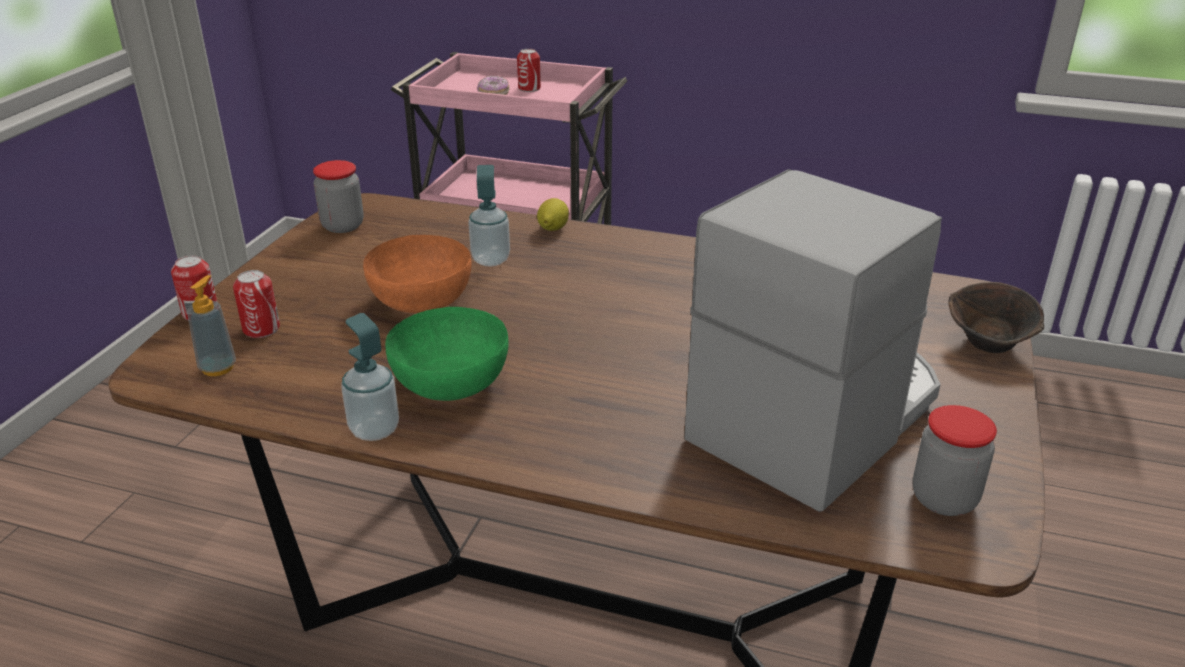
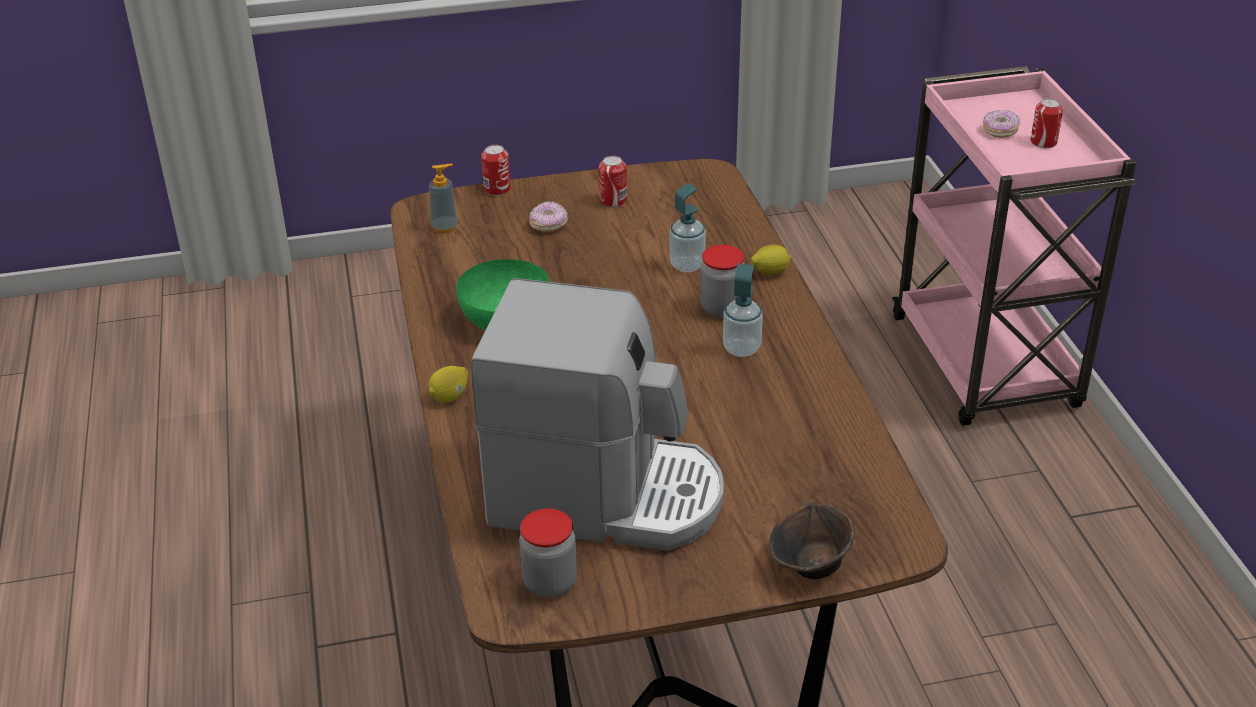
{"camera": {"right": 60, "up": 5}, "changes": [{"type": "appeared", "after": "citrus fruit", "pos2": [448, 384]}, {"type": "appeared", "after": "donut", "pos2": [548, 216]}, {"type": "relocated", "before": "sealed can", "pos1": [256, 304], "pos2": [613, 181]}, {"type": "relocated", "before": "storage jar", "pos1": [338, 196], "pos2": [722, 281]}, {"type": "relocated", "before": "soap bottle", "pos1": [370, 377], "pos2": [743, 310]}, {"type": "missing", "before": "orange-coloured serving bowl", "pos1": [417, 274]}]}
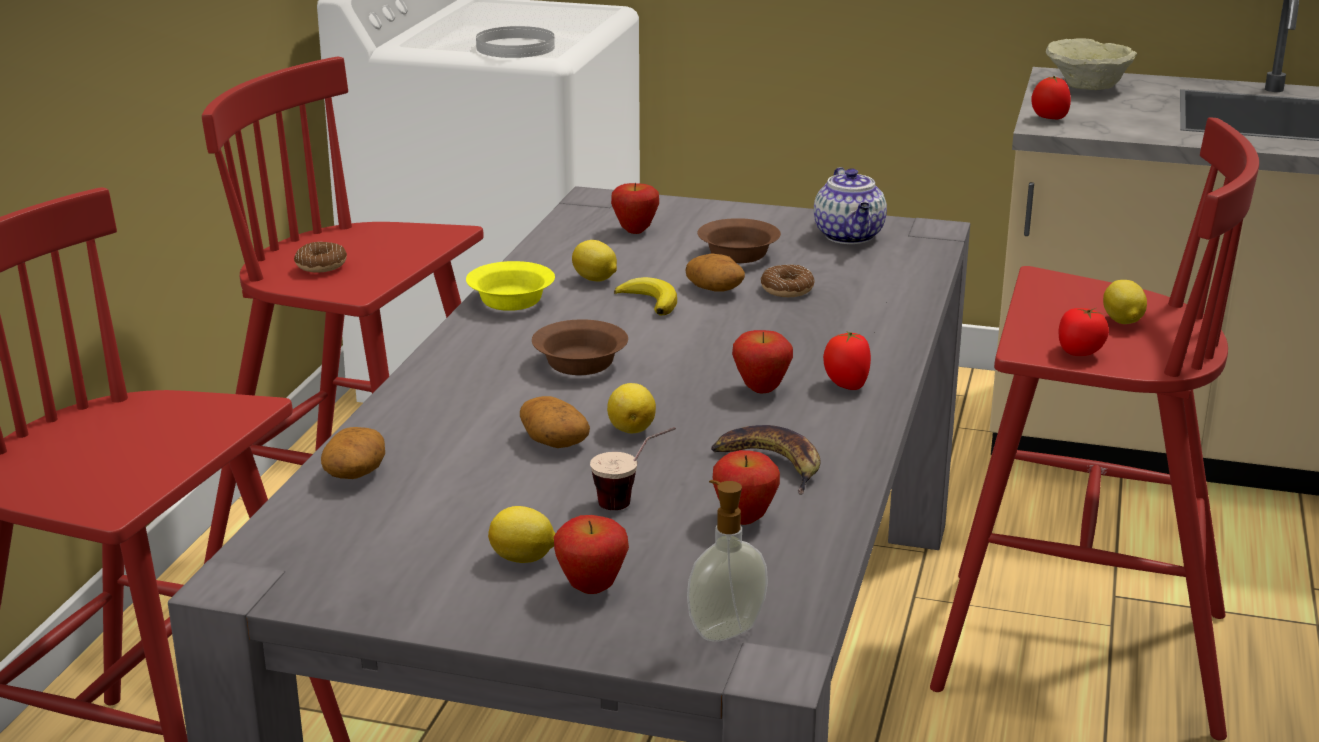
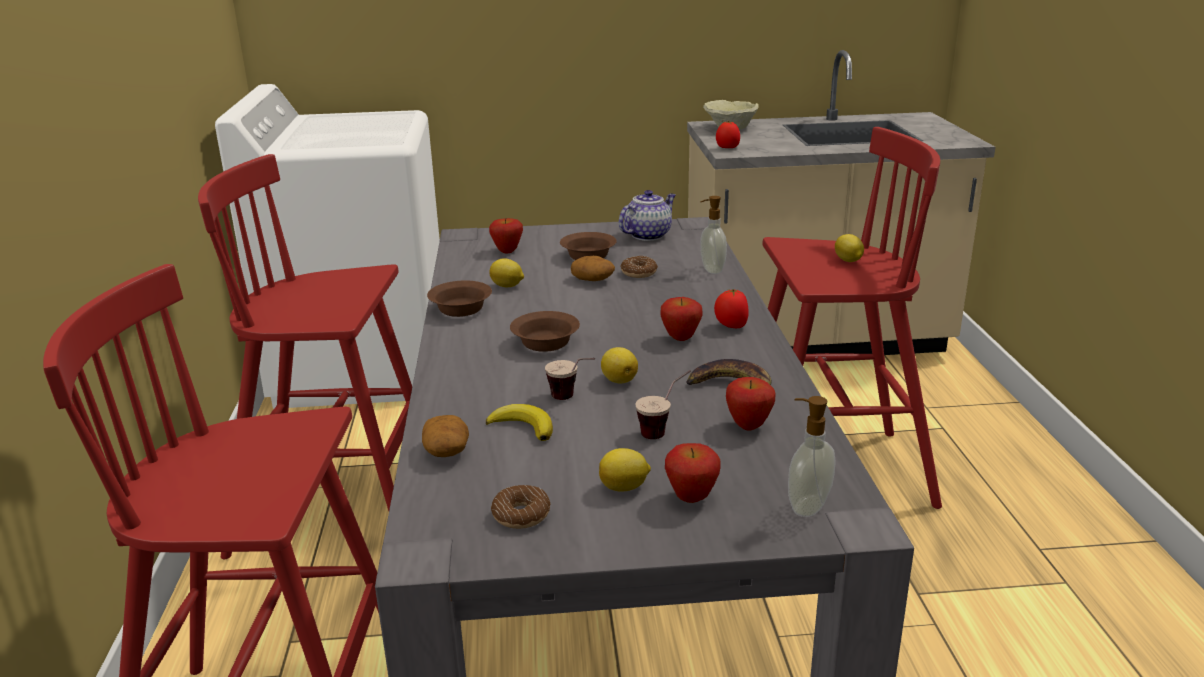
{"camera": {"right": -20, "up": 0}, "changes": [{"type": "colour", "before": "yellowish serving bowl", "after": "brownish serving bowl", "pos1": [510, 286], "pos2": [459, 298]}, {"type": "relocated", "before": "banana fruit", "pos1": [645, 296], "pos2": [519, 422]}, {"type": "relocated", "before": "donut", "pos1": [320, 257], "pos2": [521, 507]}, {"type": "exchanged", "before": "whole potato", "after": "cup", "pos1": [555, 422], "pos2": [570, 379]}, {"type": "spun", "before": "pot for tea", "pos1": [850, 205], "pos2": [647, 215], "turn": -105}, {"type": "appeared", "after": "soap bottle", "pos2": [713, 235]}, {"type": "missing", "before": "white flat dish", "pos1": [515, 42]}, {"type": "missing", "before": "whole tomato", "pos1": [1083, 332]}]}
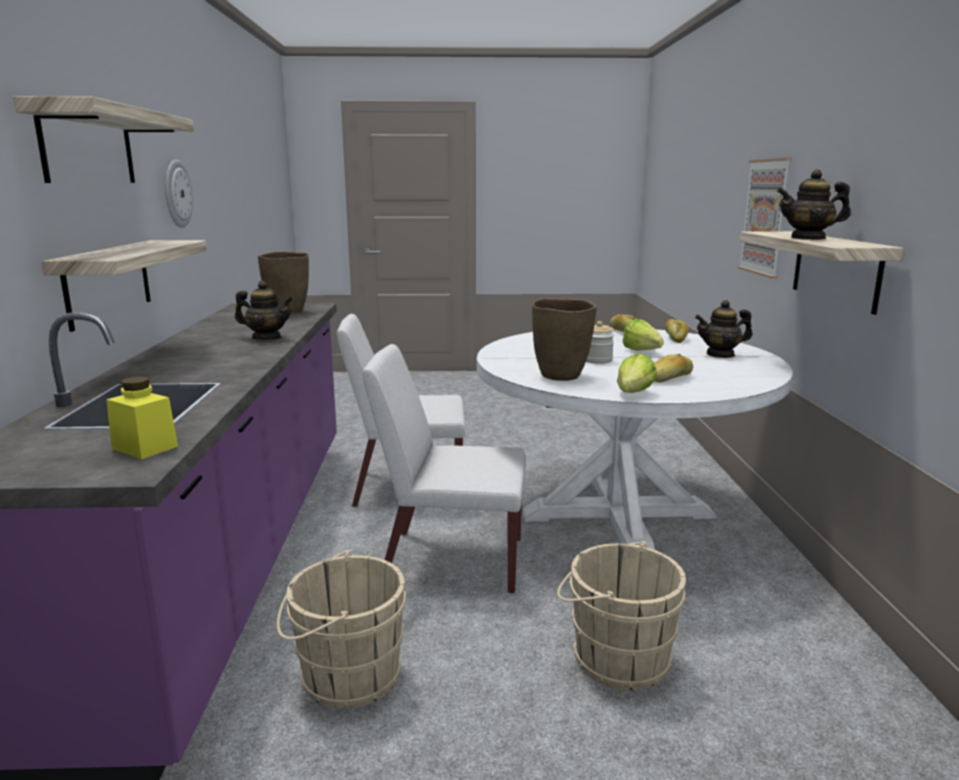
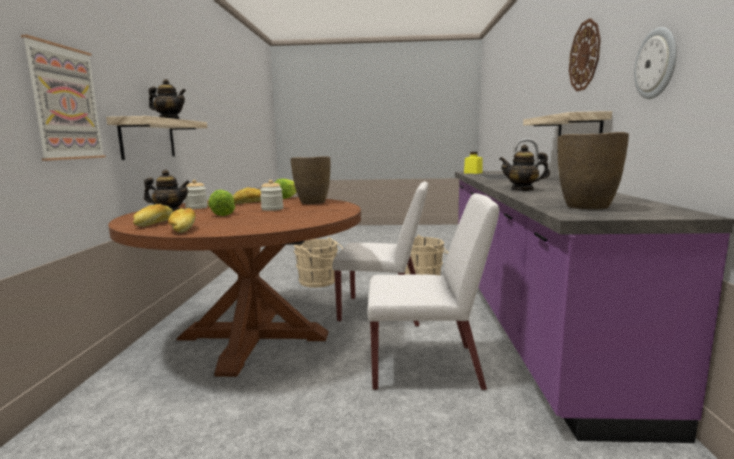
{"camera": {"right": -175, "up": -5}, "changes": [{"type": "colour", "before": "white dining table", "after": "brownish dining table", "pos1": [635, 438], "pos2": [234, 287]}, {"type": "appeared", "after": "storage jar", "pos2": [196, 194]}, {"type": "exchanged", "before": "shelf", "after": "clock on the wall", "pos1": [103, 139], "pos2": [585, 54]}]}
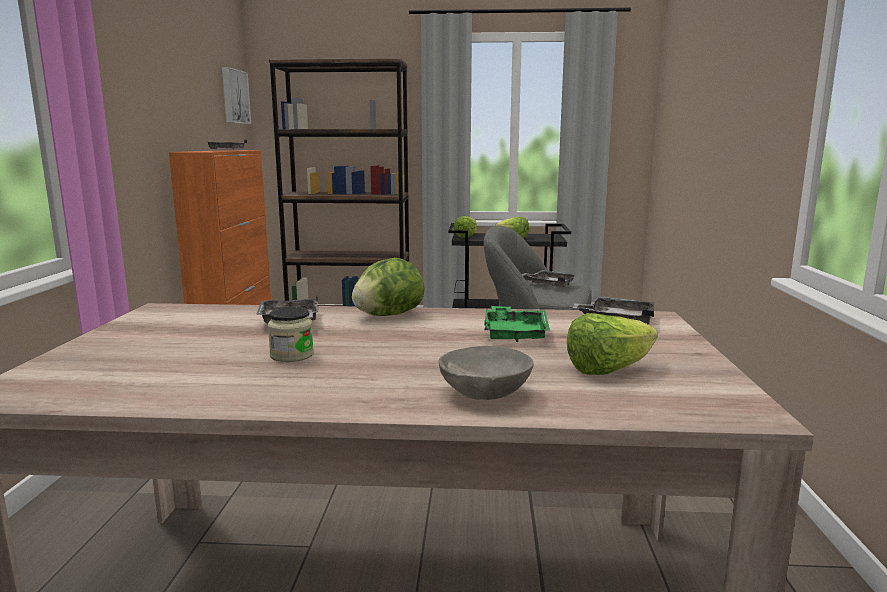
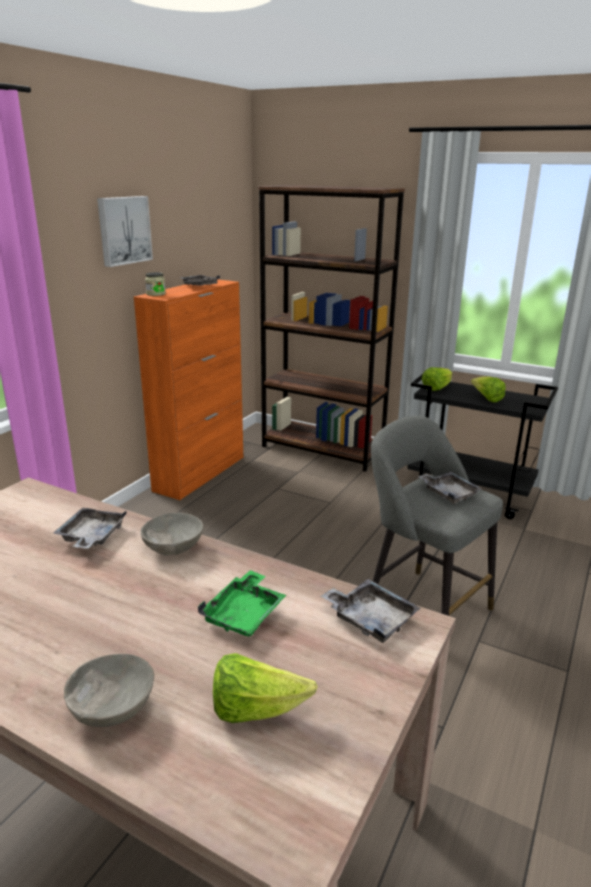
{"camera": {"right": 25, "up": 10}, "changes": [{"type": "relocated", "before": "wall picture", "pos1": [236, 95], "pos2": [125, 231]}, {"type": "exchanged", "before": "lettuce", "after": "greyish serving bowl", "pos1": [388, 287], "pos2": [172, 534]}, {"type": "relocated", "before": "storage jar", "pos1": [291, 334], "pos2": [155, 284]}]}
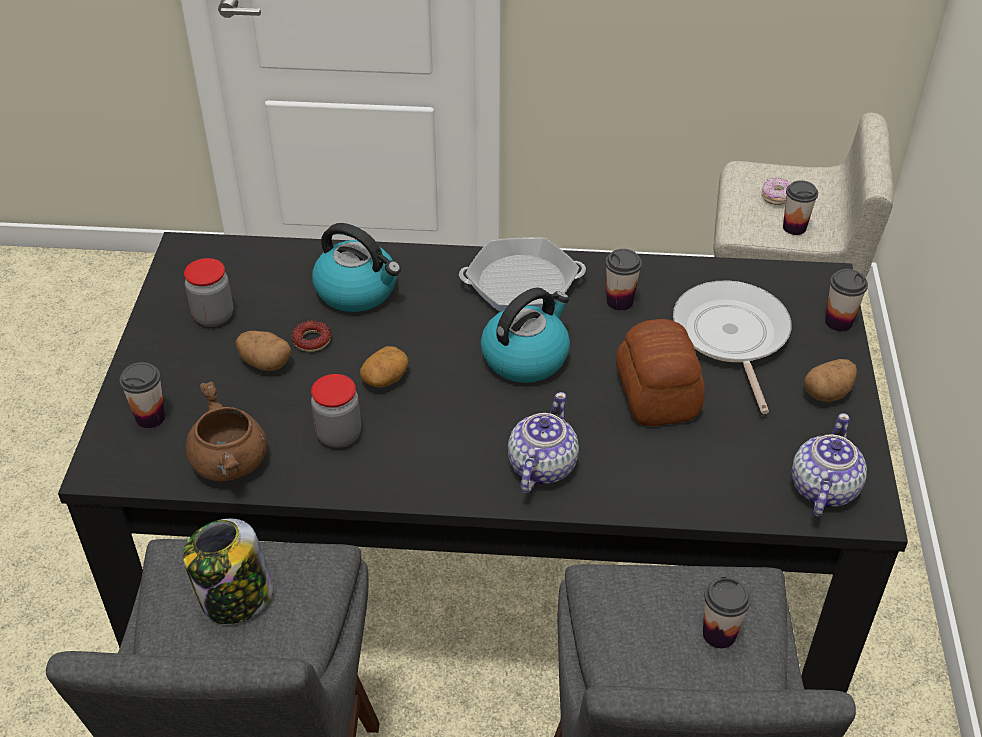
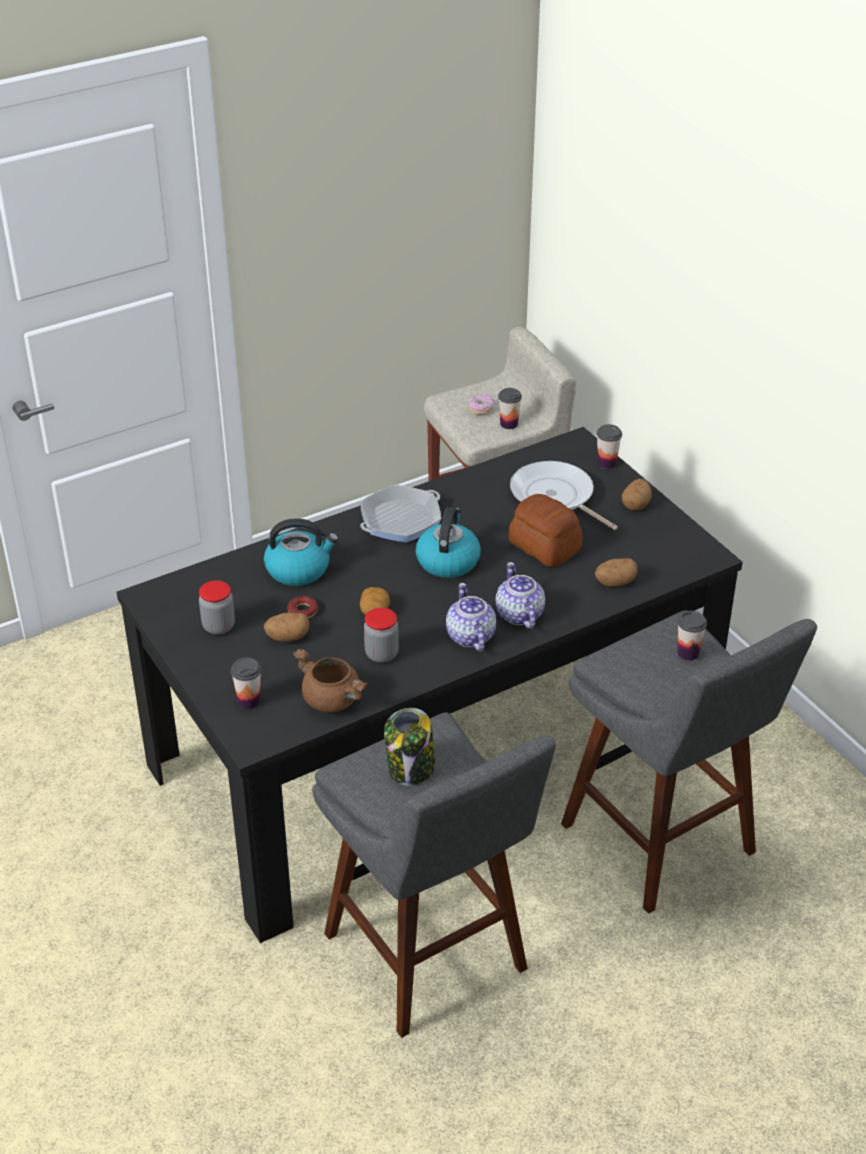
{"camera": {"right": -35, "up": -5}, "changes": [{"type": "relocated", "before": "pot for tea", "pos1": [829, 464], "pos2": [471, 617]}, {"type": "appeared", "after": "whole potato", "pos2": [616, 572]}, {"type": "missing", "before": "cup", "pos1": [623, 280]}]}
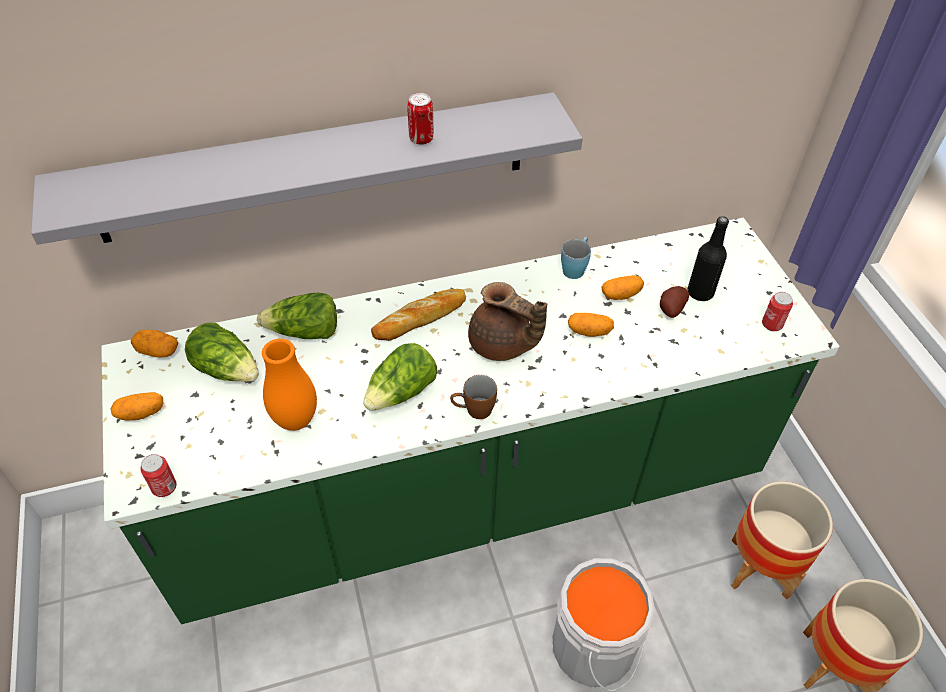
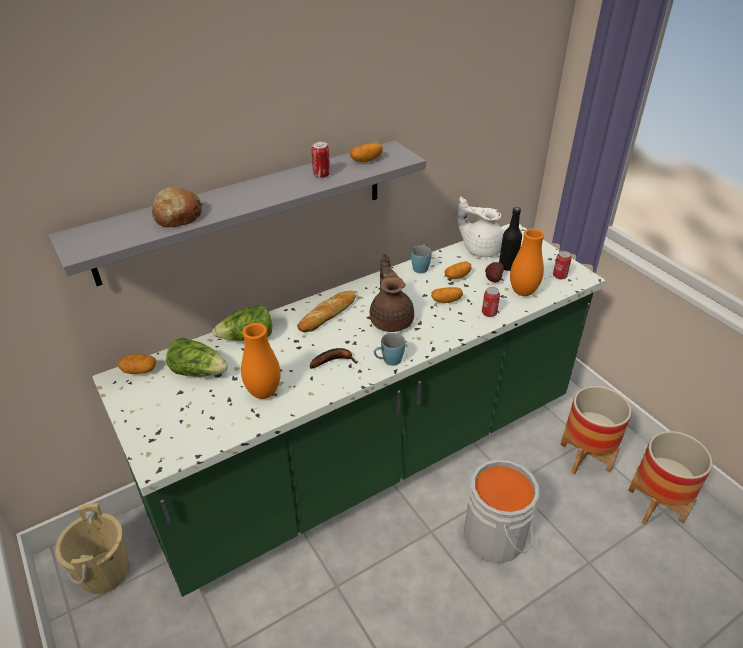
{"camera": {"right": -15, "up": -10}, "changes": [{"type": "appeared", "after": "sand-coloured water bucket", "pos2": [92, 548]}, {"type": "appeared", "after": "bread", "pos2": [177, 207]}, {"type": "exchanged", "before": "lettuce", "after": "banana fruit", "pos1": [400, 377], "pos2": [334, 358]}, {"type": "relocated", "before": "whole potato", "pos1": [136, 406], "pos2": [366, 152]}, {"type": "spun", "before": "brownish pot for tea", "pos1": [507, 321], "pos2": [392, 292], "turn": -120}, {"type": "colour", "before": "brownish coffee mug", "after": "bluish coffee mug", "pos1": [473, 397], "pos2": [389, 349]}, {"type": "appeared", "after": "white pot for tea", "pos2": [480, 227]}, {"type": "relocated", "before": "sealed can", "pos1": [158, 475], "pos2": [491, 302]}, {"type": "appeared", "after": "orange-coloured decorative vase", "pos2": [527, 262]}]}
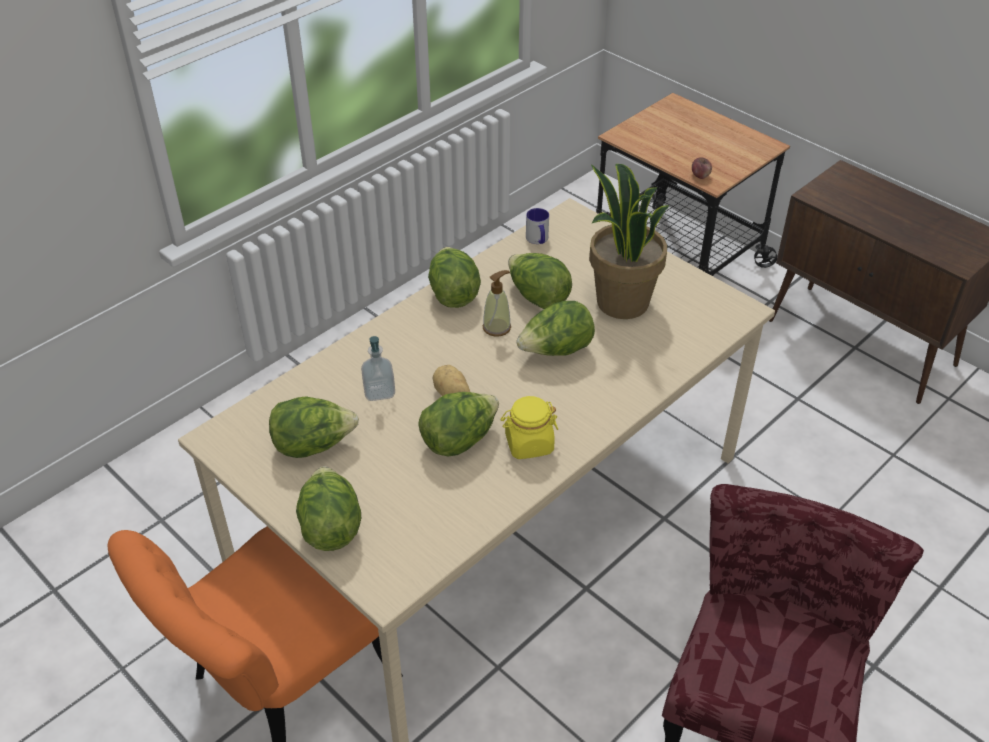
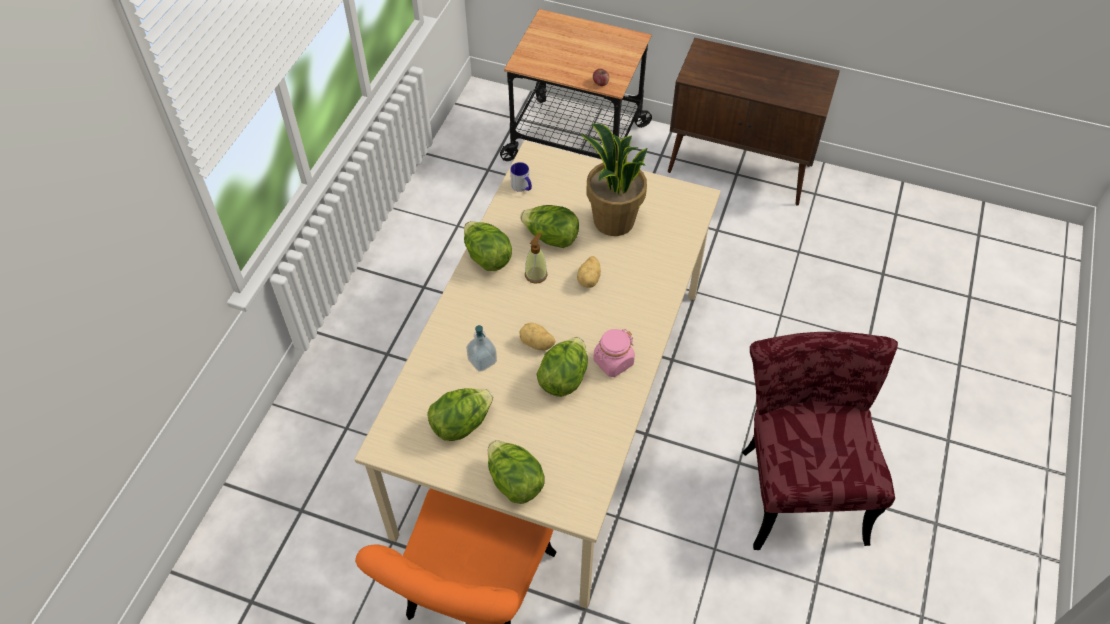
{"camera": {"right": -25, "up": 10}, "changes": [{"type": "exchanged", "before": "lettuce", "after": "whole potato", "pos1": [555, 328], "pos2": [589, 272]}, {"type": "colour", "before": "yellowish storage jar", "after": "pink storage jar", "pos1": [529, 427], "pos2": [614, 353]}]}
